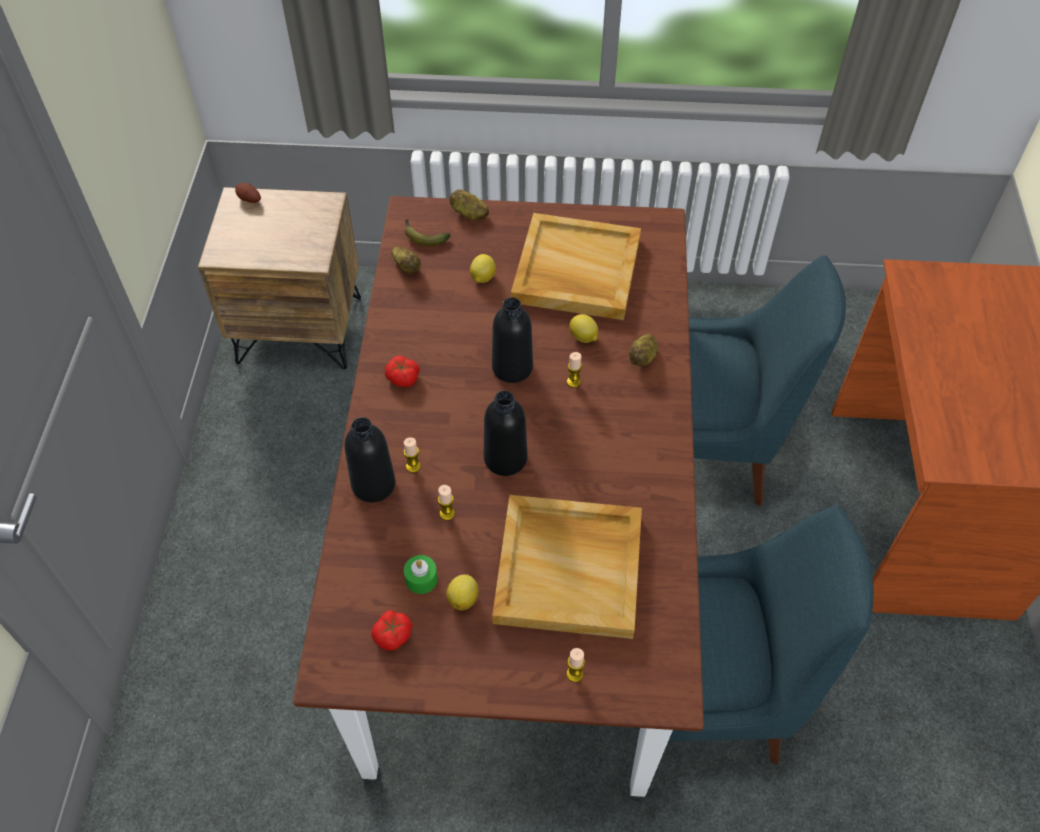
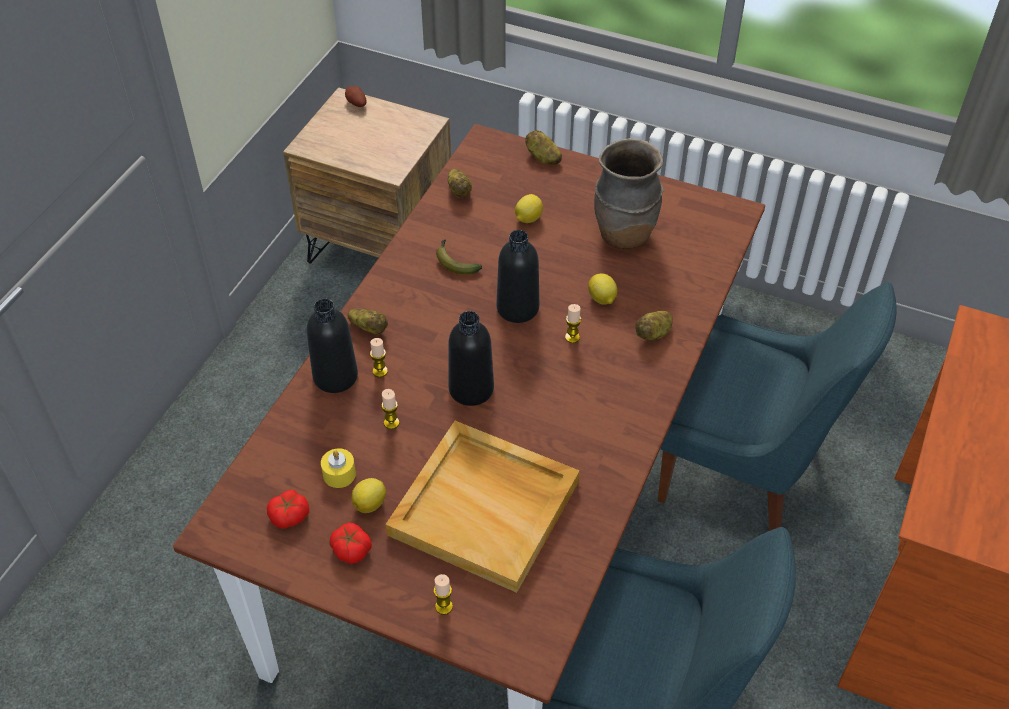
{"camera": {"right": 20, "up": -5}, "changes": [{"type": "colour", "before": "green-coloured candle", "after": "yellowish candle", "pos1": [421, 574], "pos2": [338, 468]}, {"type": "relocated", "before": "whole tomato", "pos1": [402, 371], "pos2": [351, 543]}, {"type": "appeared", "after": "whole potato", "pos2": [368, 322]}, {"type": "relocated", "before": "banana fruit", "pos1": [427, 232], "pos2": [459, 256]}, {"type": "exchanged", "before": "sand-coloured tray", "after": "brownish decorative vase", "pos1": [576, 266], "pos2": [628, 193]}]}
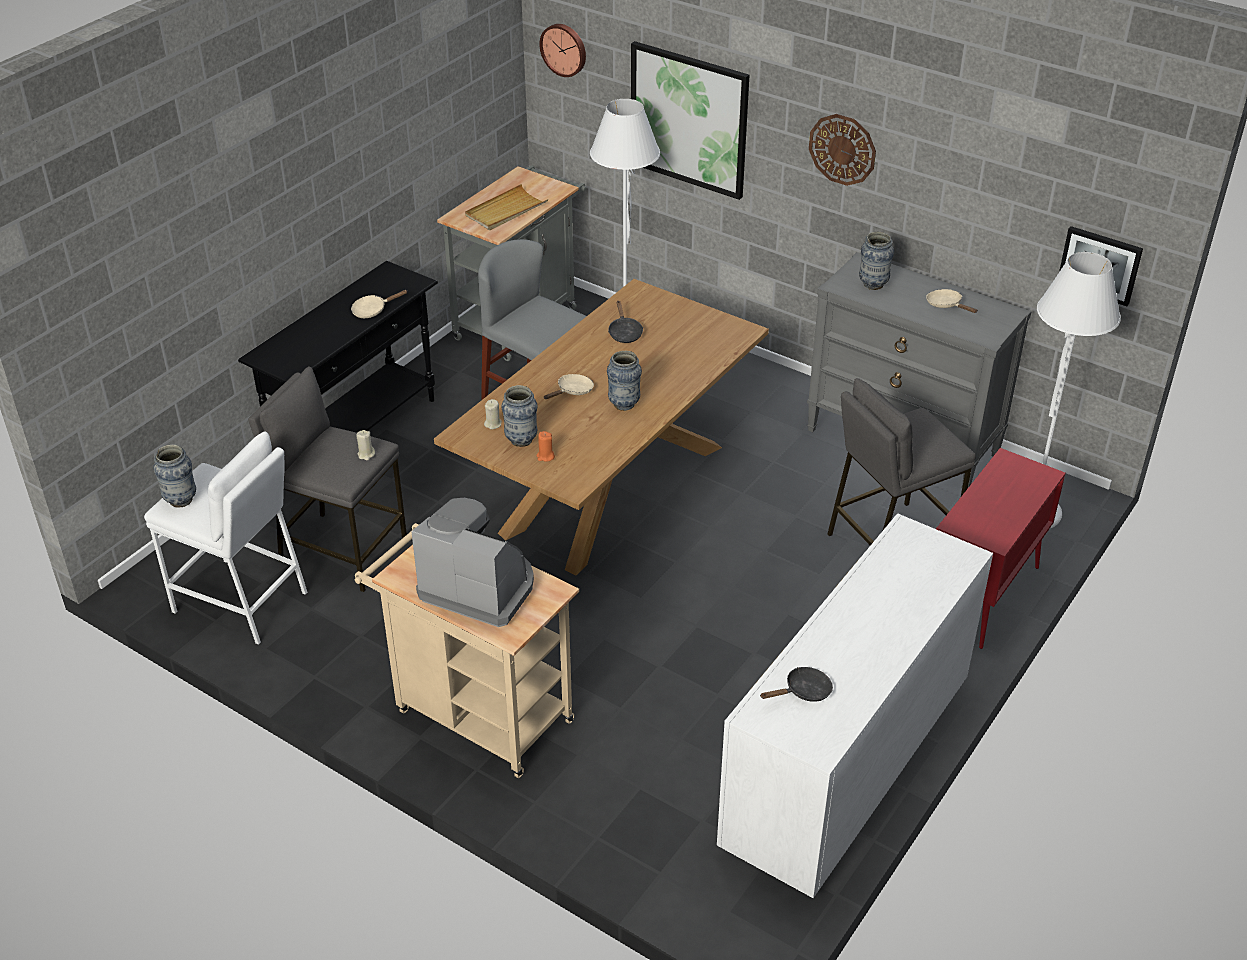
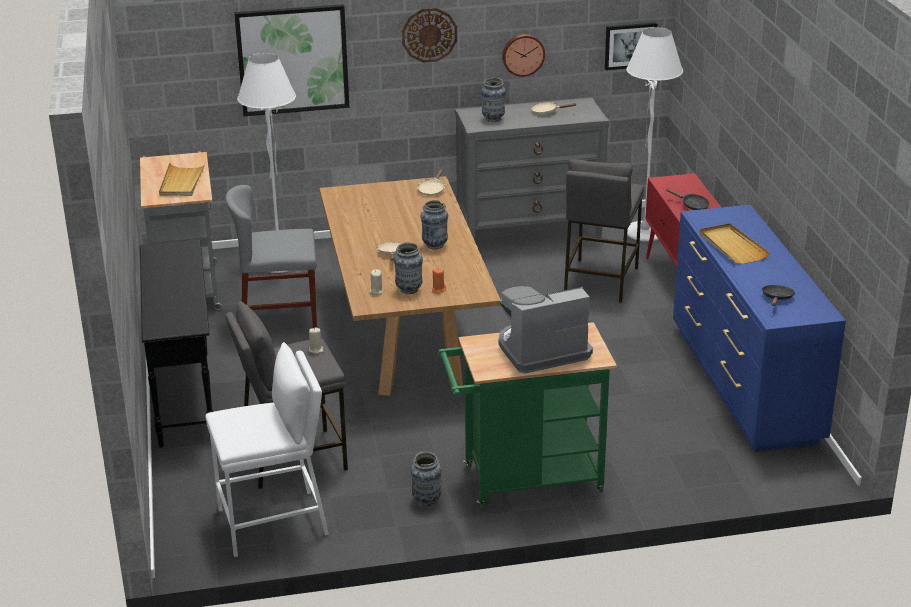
{"camera": {"right": -45, "up": -10}, "changes": [{"type": "relocated", "before": "decorative vase", "pos1": [175, 476], "pos2": [426, 479]}, {"type": "relocated", "before": "sand-coloured pan", "pos1": [379, 304], "pos2": [431, 182]}, {"type": "colour", "before": "sand-coloured wheeled cart", "after": "green-coloured wheeled cart", "pos1": [467, 650], "pos2": [527, 414]}, {"type": "relocated", "before": "clock on the wall", "pos1": [562, 50], "pos2": [523, 55]}, {"type": "relocated", "before": "blackish pan", "pos1": [625, 322], "pos2": [688, 199]}, {"type": "colour", "before": "white drawer chest", "after": "bluish drawer chest", "pos1": [855, 705], "pos2": [759, 328]}, {"type": "appeared", "after": "sand-coloured tray", "pos2": [735, 243]}]}
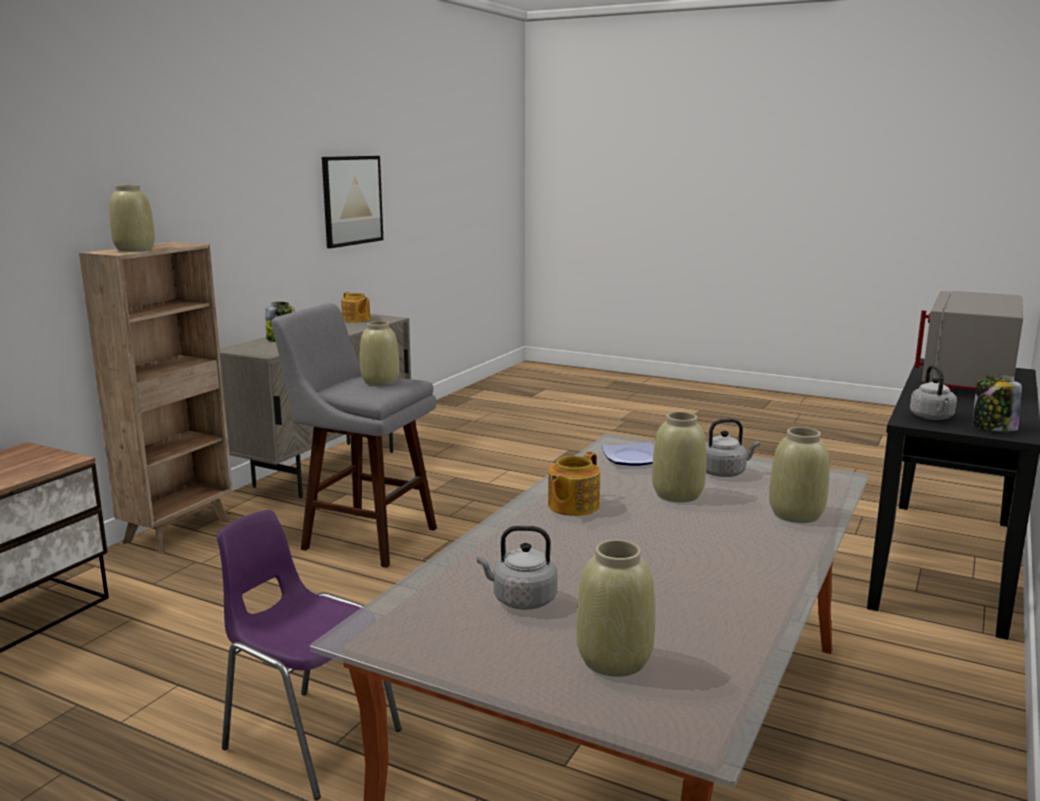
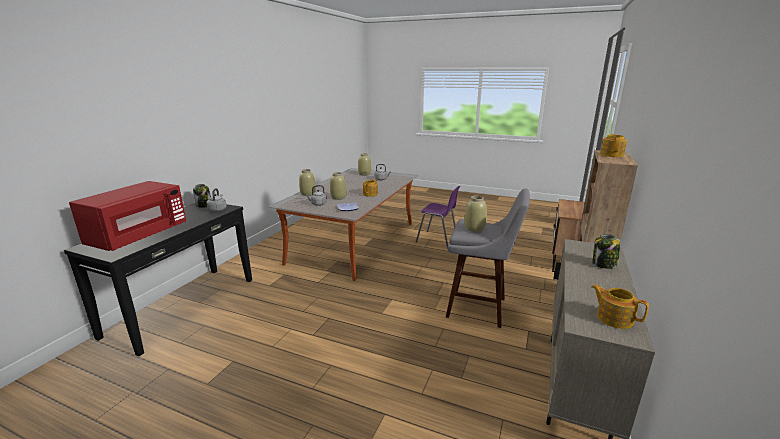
{"camera": {"right": 175, "up": 5}, "changes": [{"type": "colour", "before": "greyish microwave oven", "after": "red-coloured microwave oven", "pos1": [969, 341], "pos2": [127, 216]}, {"type": "exchanged", "before": "sand-coloured decorative vase", "after": "pot for tea", "pos1": [132, 218], "pos2": [613, 145]}, {"type": "missing", "before": "wall picture", "pos1": [352, 202]}]}
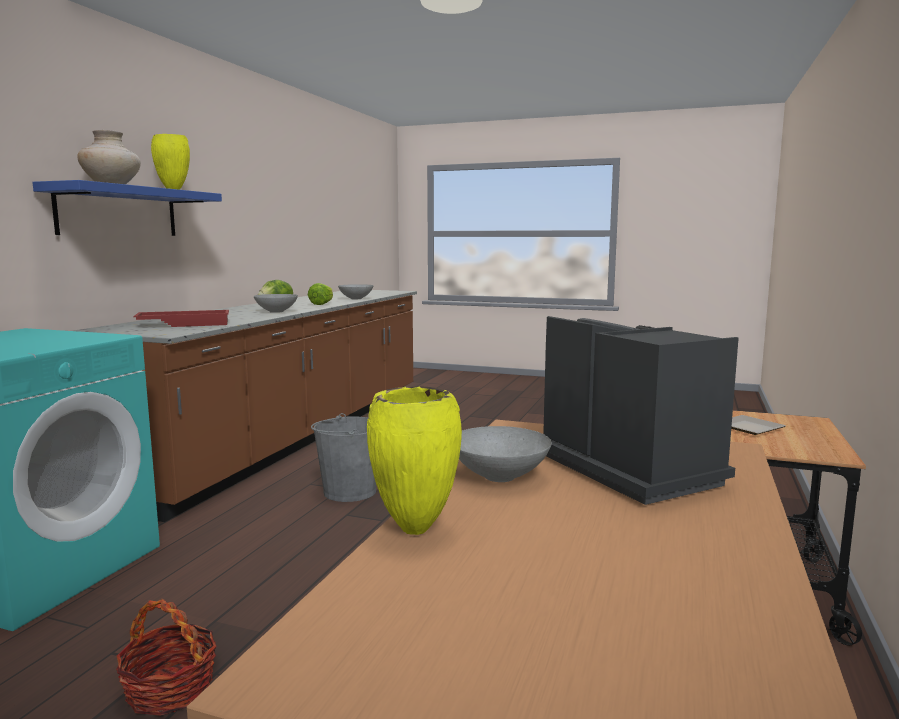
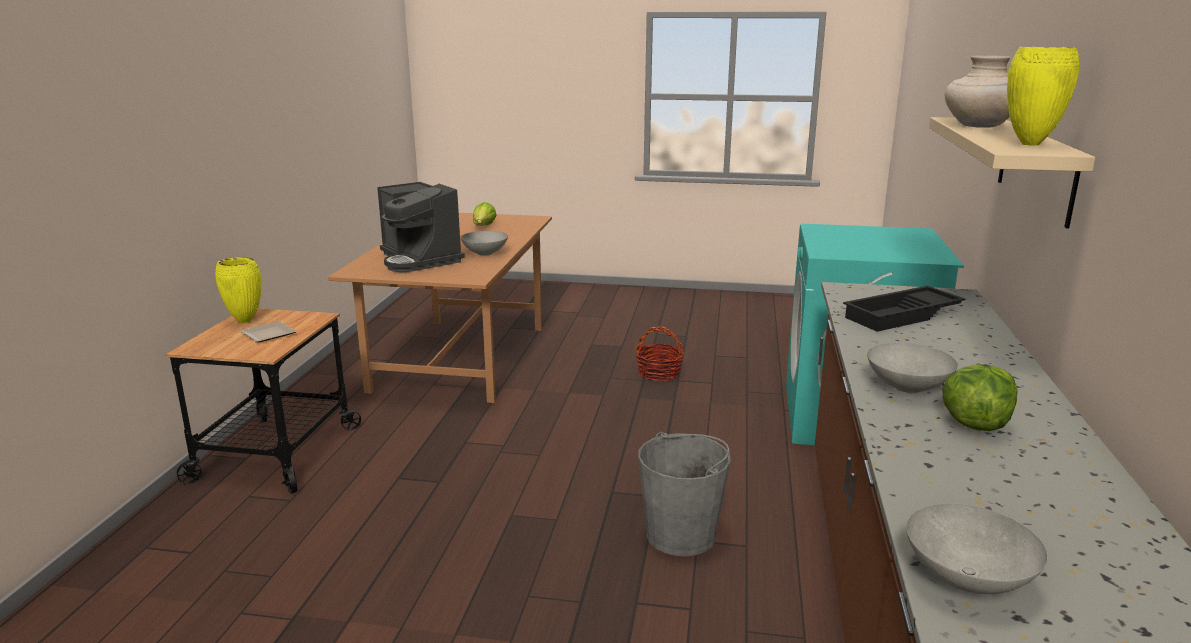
{"camera": {"right": 170, "up": 10}, "changes": [{"type": "relocated", "before": "yellowish decorative vase", "pos1": [414, 460], "pos2": [238, 290]}, {"type": "relocated", "before": "lettuce", "pos1": [320, 294], "pos2": [485, 214]}, {"type": "colour", "before": "red-coloured tray", "after": "blackish tray", "pos1": [181, 318], "pos2": [904, 309]}, {"type": "colour", "before": "bluish shelf", "after": "sand-coloured shelf", "pos1": [127, 208], "pos2": [1012, 173]}]}
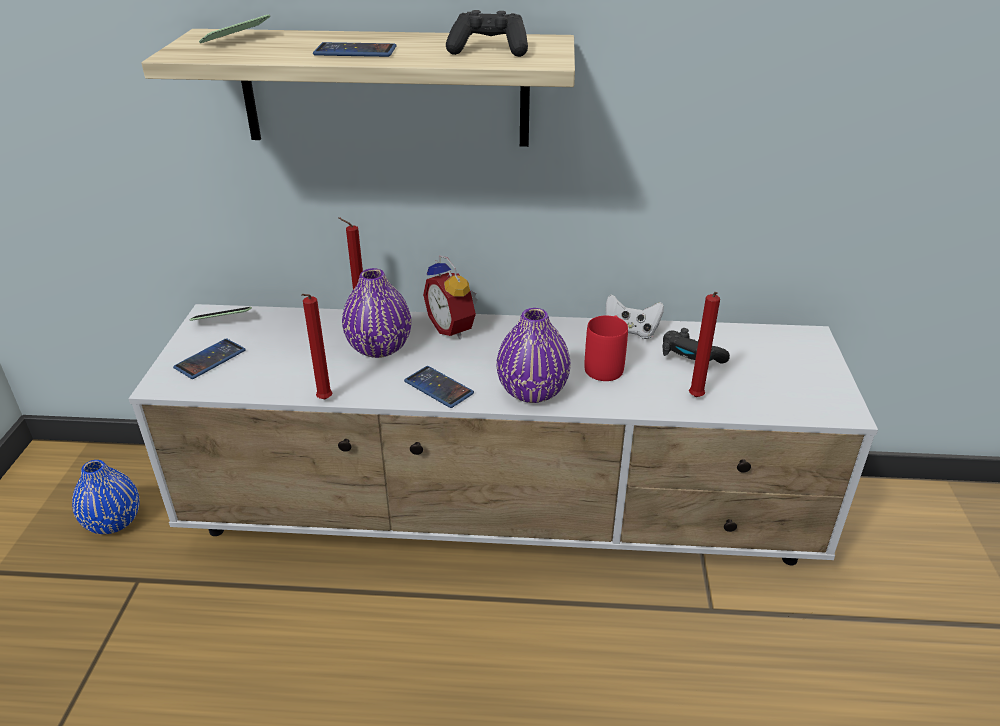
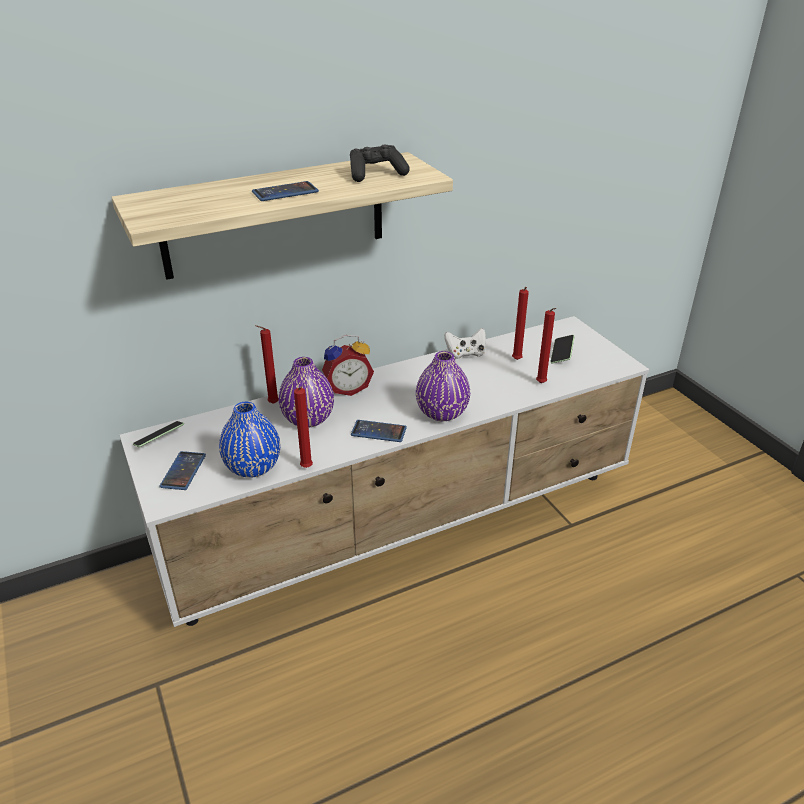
{"camera": {"right": -30, "up": 0}, "changes": [{"type": "relocated", "before": "bluish decorative vase", "pos1": [106, 497], "pos2": [249, 440]}, {"type": "spun", "before": "bedside clock", "pos1": [450, 297], "pos2": [348, 365], "turn": -45}, {"type": "exchanged", "before": "blackish gamepad", "after": "red-coloured candle", "pos1": [696, 345], "pos2": [520, 323]}, {"type": "relocated", "before": "handset", "pos1": [234, 28], "pos2": [562, 349]}, {"type": "missing", "before": "red-coloured coffee mug", "pos1": [606, 348]}]}
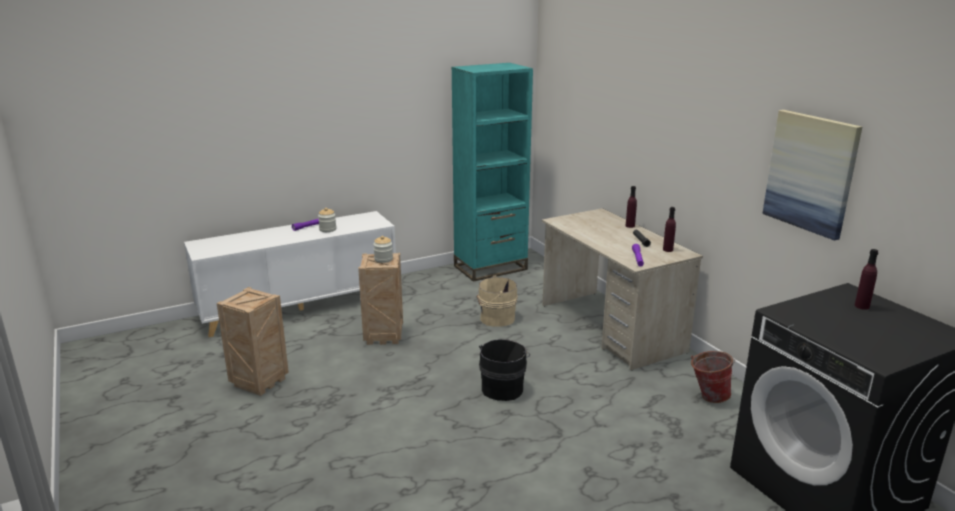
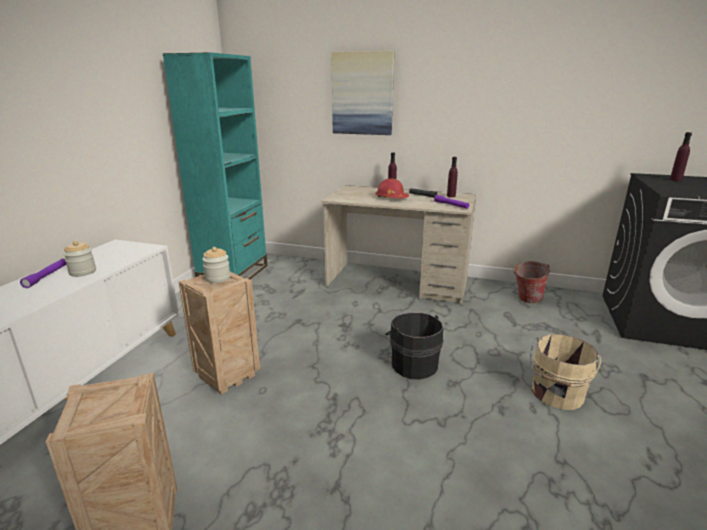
{"camera": {"right": -45, "up": 0}, "changes": [{"type": "relocated", "before": "wall picture", "pos1": [812, 175], "pos2": [362, 93]}, {"type": "appeared", "after": "red-coloured safety helmet", "pos2": [392, 188]}, {"type": "relocated", "before": "sand-coloured water bucket", "pos1": [497, 301], "pos2": [565, 372]}]}
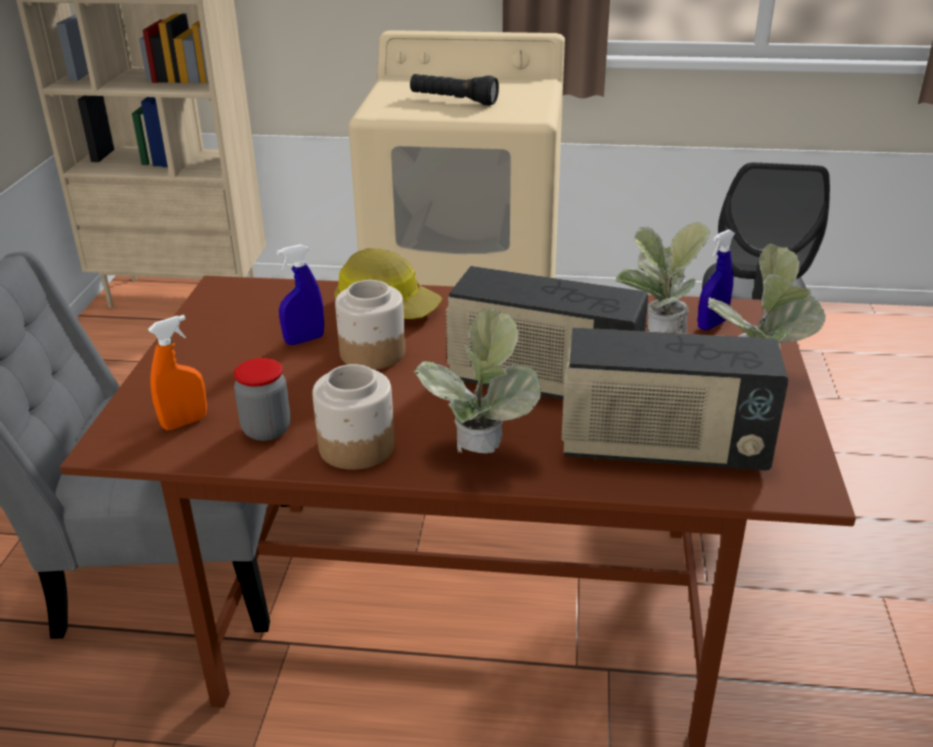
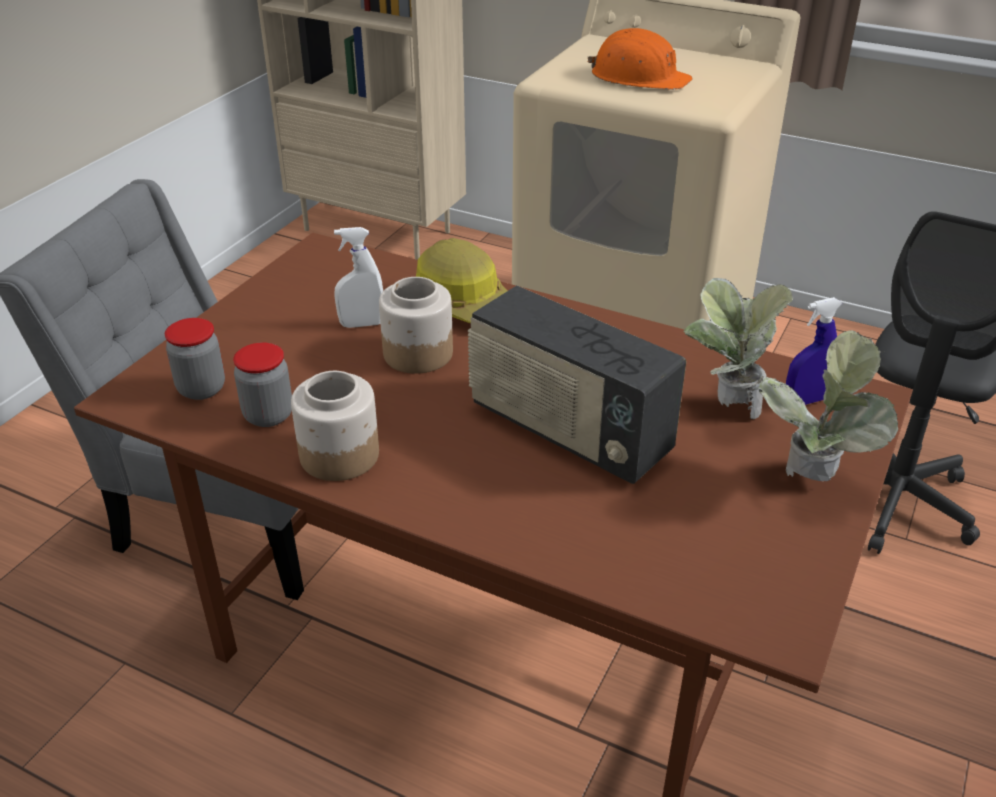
{"camera": {"right": 20, "up": 5}, "changes": [{"type": "exchanged", "before": "orange-coloured spray bottle", "after": "storage jar", "pos1": [177, 372], "pos2": [195, 359]}, {"type": "colour", "before": "bluish spray bottle", "after": "white spray bottle", "pos1": [300, 294], "pos2": [358, 277]}, {"type": "exchanged", "before": "blackish torch", "after": "orange-coloured safety helmet", "pos1": [454, 90], "pos2": [640, 59]}, {"type": "missing", "before": "plant in a pot", "pos1": [477, 380]}, {"type": "missing", "before": "radio receiver", "pos1": [674, 398]}]}
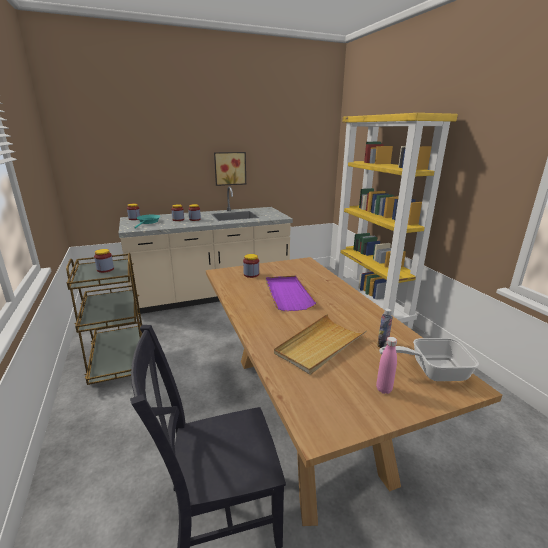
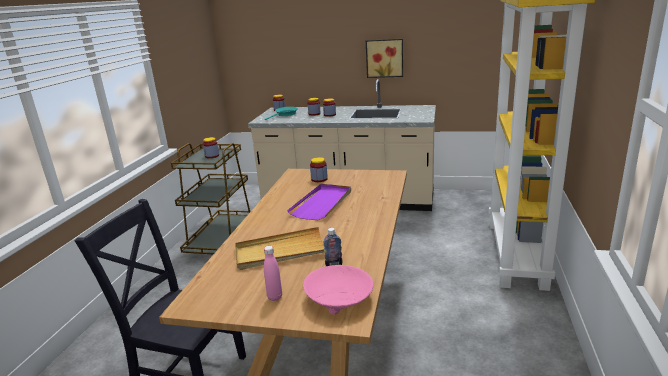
{"camera": {"right": 35, "up": 0}, "changes": [{"type": "exchanged", "before": "pan", "after": "pink serving bowl", "pos1": [429, 359], "pos2": [338, 290]}]}
